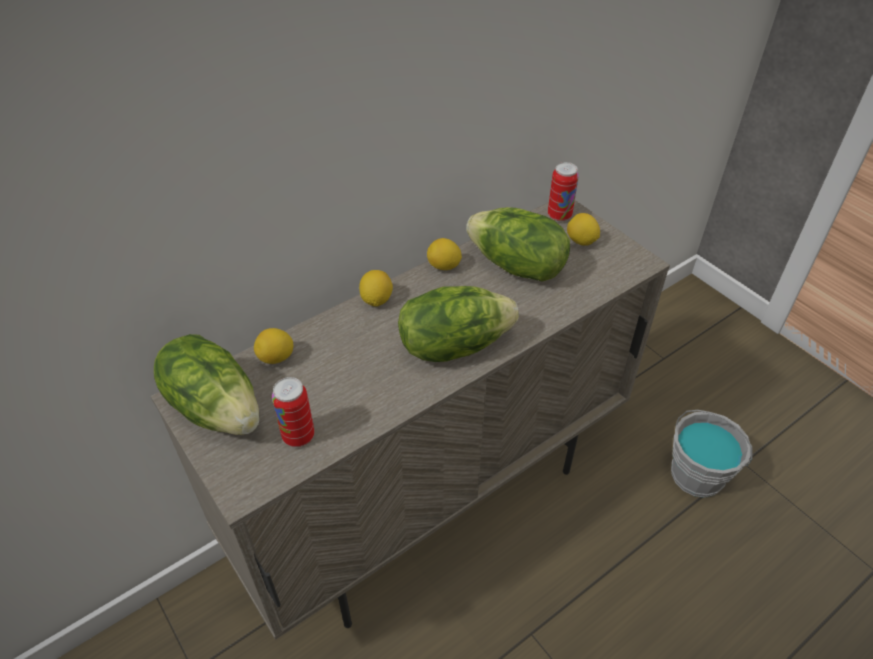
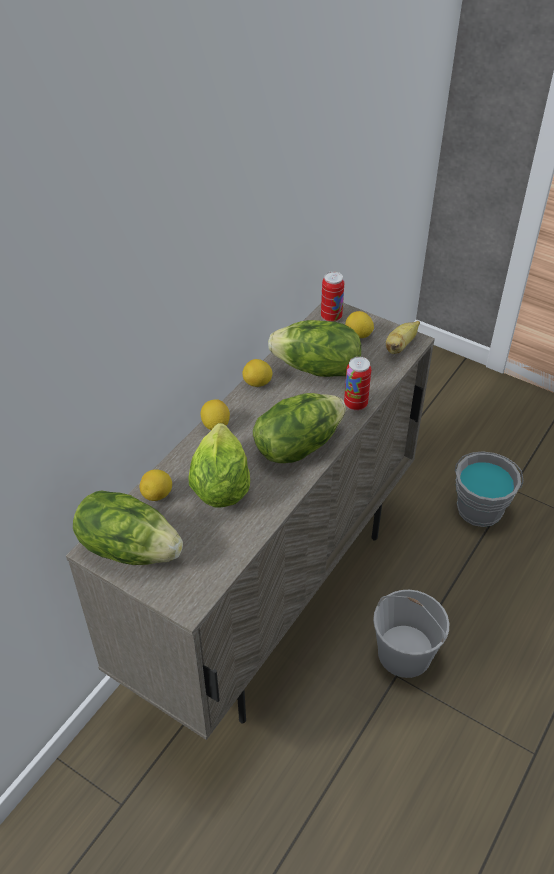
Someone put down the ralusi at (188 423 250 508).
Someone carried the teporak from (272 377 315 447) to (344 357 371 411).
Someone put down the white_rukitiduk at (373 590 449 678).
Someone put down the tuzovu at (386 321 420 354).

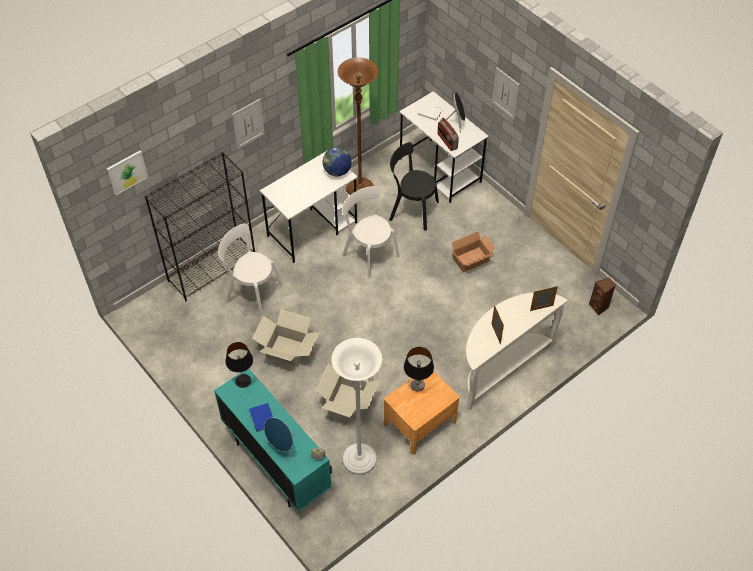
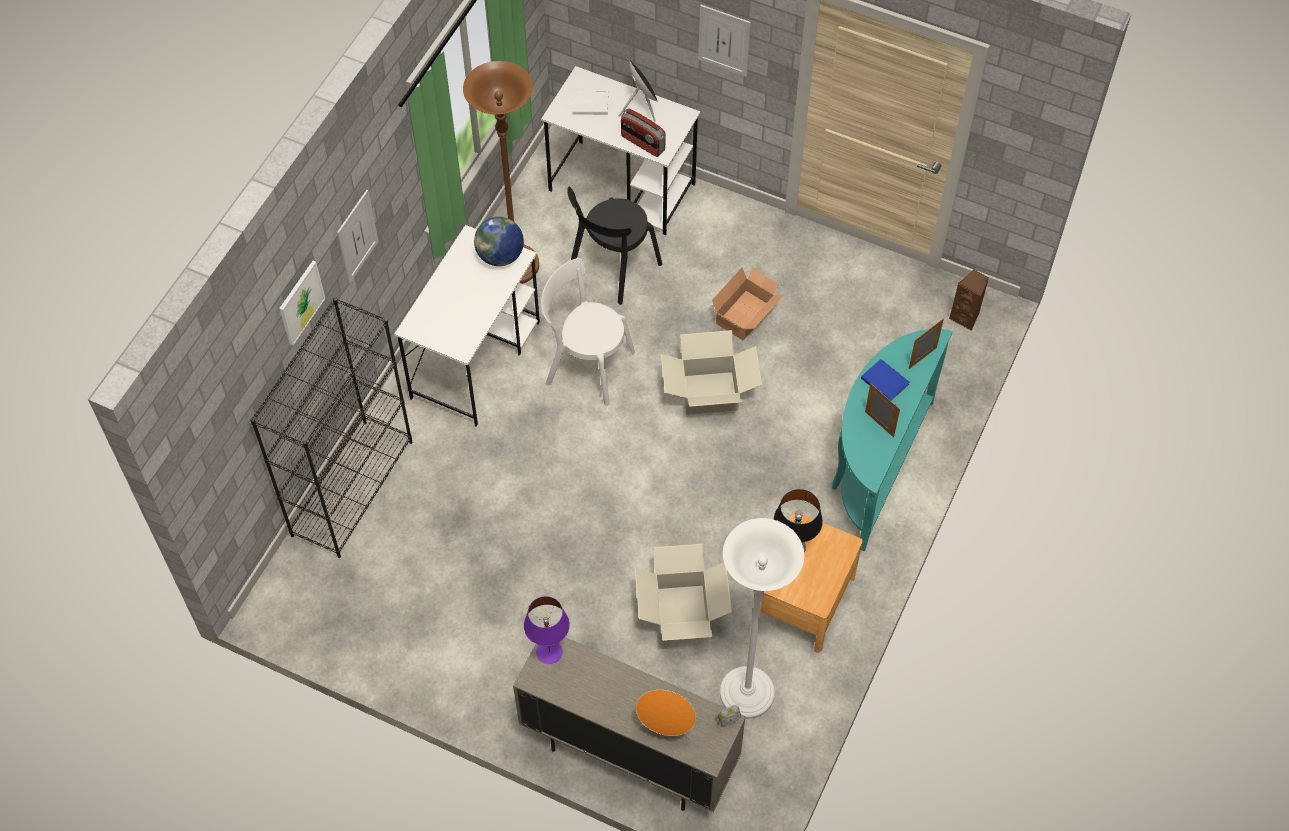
Someone carried the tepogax from (107 151 148 195) to (279 261 326 345).
Someone repainted the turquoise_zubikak at (214 369 332 512), which became the beige_zubikak at (513 637 746 812).
Someone repainted the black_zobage at (225 342 253 388), which became the purple_zobage at (524 596 570 664).
Someone rotated the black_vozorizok at (389 142 439 231) by 45 degrees counterclockwise.
Someone repainted the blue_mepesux at (264 417 295 460), which became the orange_mepesux at (636 690 696 741).
Someone carried the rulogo from (252 309 319 367) to (661 330 762 415).
Someone repainted the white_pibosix at (466 292 568 411), which became the turquoise_pibosix at (832 329 953 551).
Someone carried the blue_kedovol from (249 403 273 432) to (861 359 909 401).
Someone took away the white_vozorizok at (218 224 283 316).

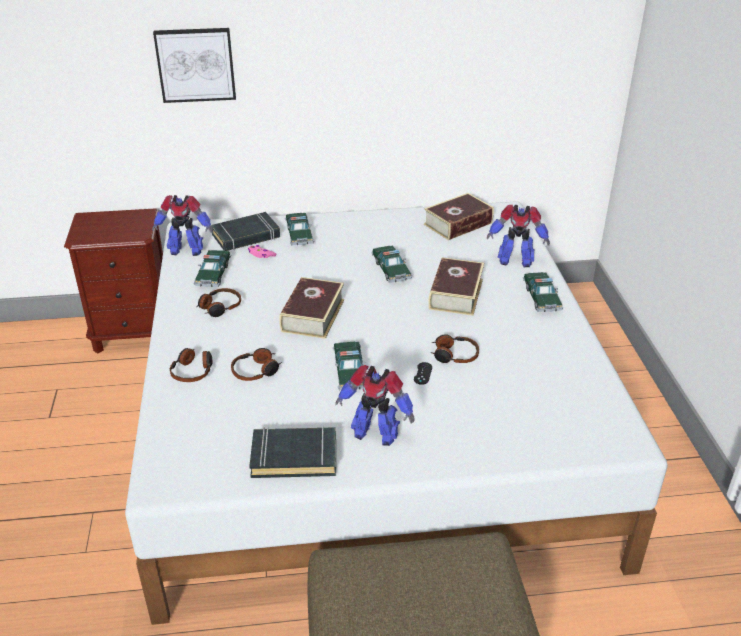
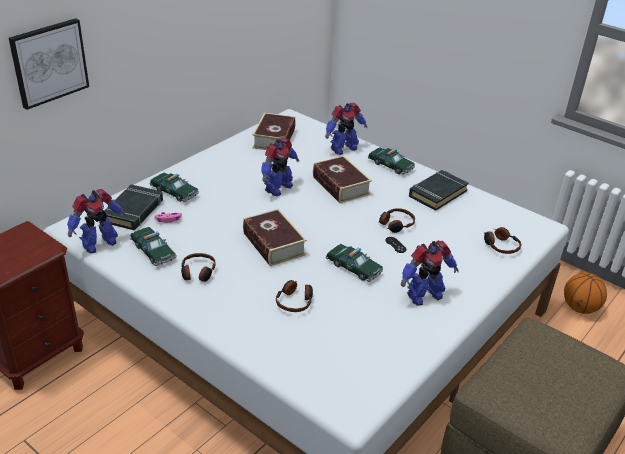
Someone swapped the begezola at (372 246 412 283) for the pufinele at (261 138 299 196).
Someone carried the black_kedovol from (249 426 336 478) to (409 170 469 211).
Someone carried the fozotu from (170 348 212 382) to (484 227 521 254).
Someone put down the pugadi at (564 273 607 314).

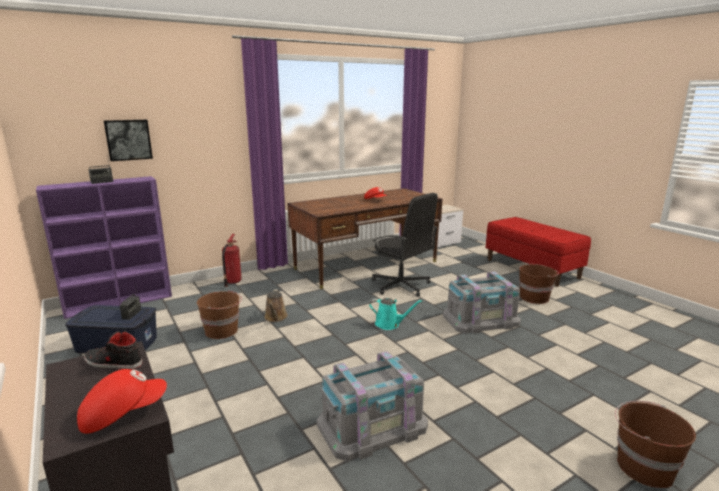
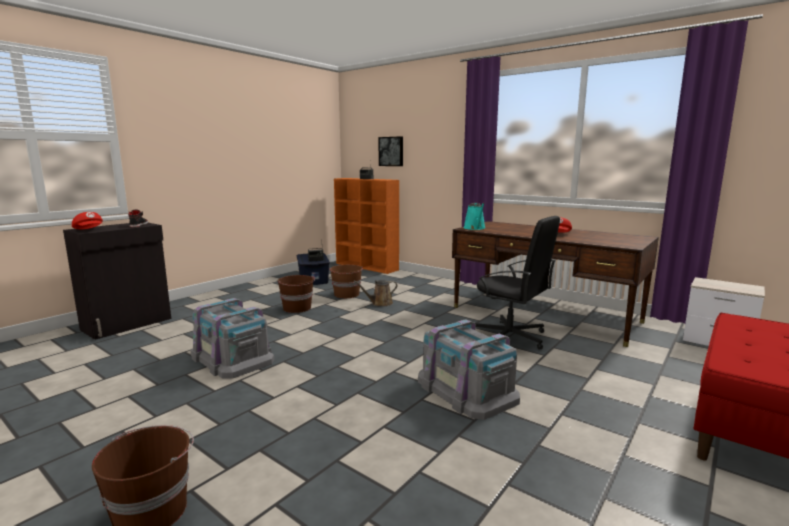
Someone carried the brown_rukitiduk from (519 263 559 304) to (278 275 315 313).
Someone repainted the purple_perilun at (36 176 172 319), which became the orange_perilun at (334 178 399 274).
Someone carried the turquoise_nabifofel from (369 298 423 330) to (464 203 486 230).
Someone rotated the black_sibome at (372 193 438 296) by 75 degrees counterclockwise.
Someone took away the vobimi at (222 234 242 287).

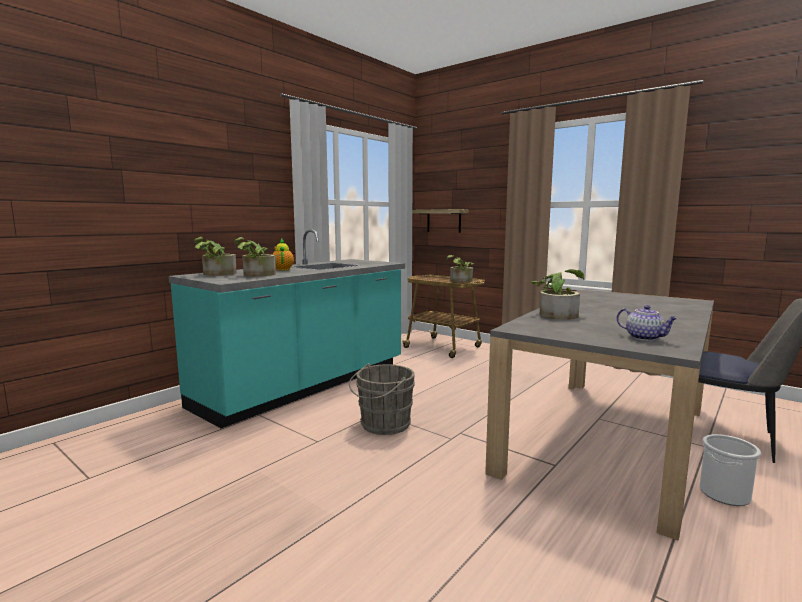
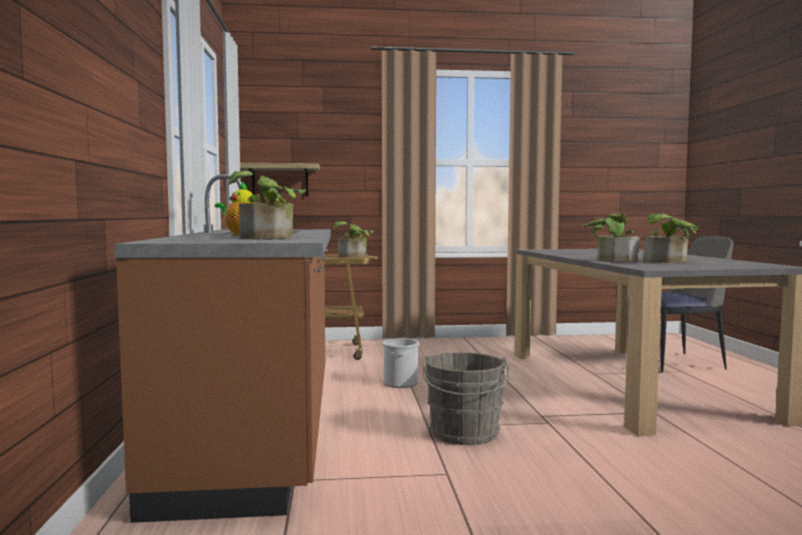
Someone repainted the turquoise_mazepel at (168 229 405 428), which became the brown_mazepel at (114 174 331 523).
Someone carried the rukitiduk from (699 434 761 506) to (382 338 420 388).
Someone carried the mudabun from (193 237 236 276) to (643 214 699 263).
Someone took away the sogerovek at (617 305 678 341).

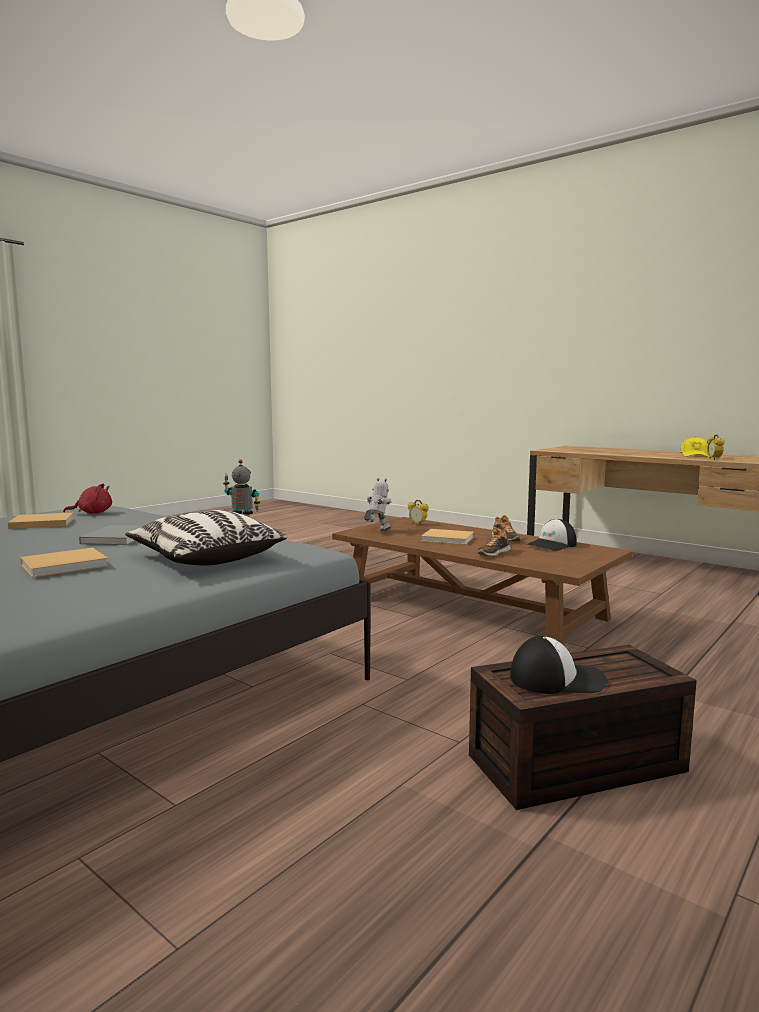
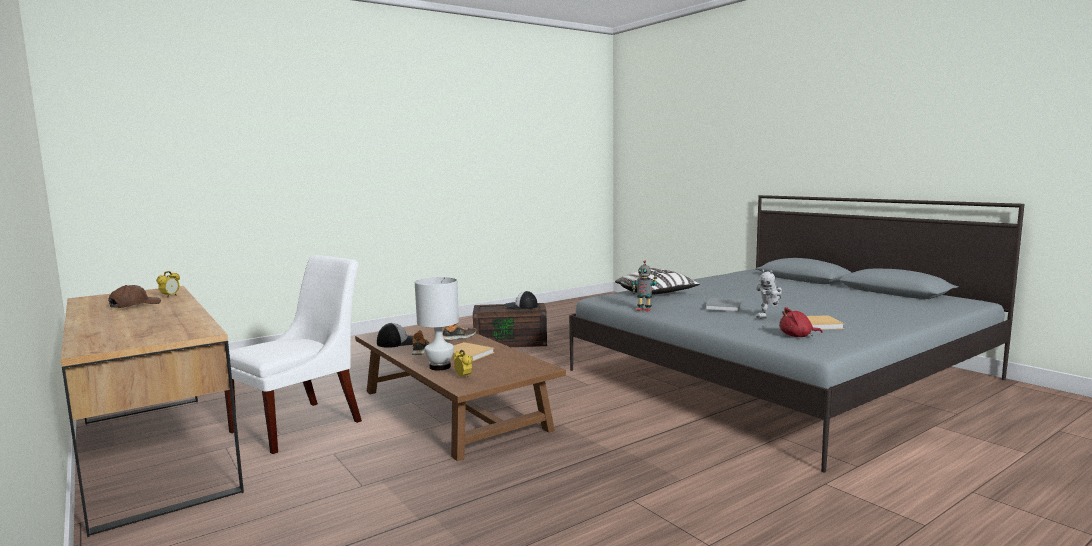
Someone repainted the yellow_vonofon at (680 437 709 457), which became the brown_vonofon at (108 285 161 308).
Someone put down the white_vozorizok at (224 255 362 454).
Someone put down the white_zobage at (415 277 459 370).
Someone carried the pufinele from (364 478 392 531) to (756 269 782 318).
Someone took away the beige_kedovol at (20 548 109 578).

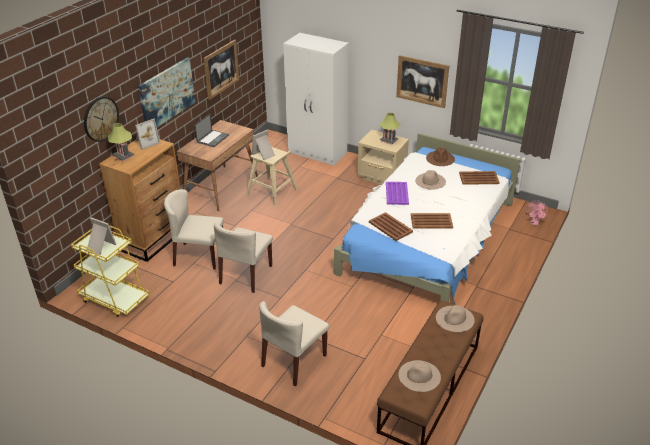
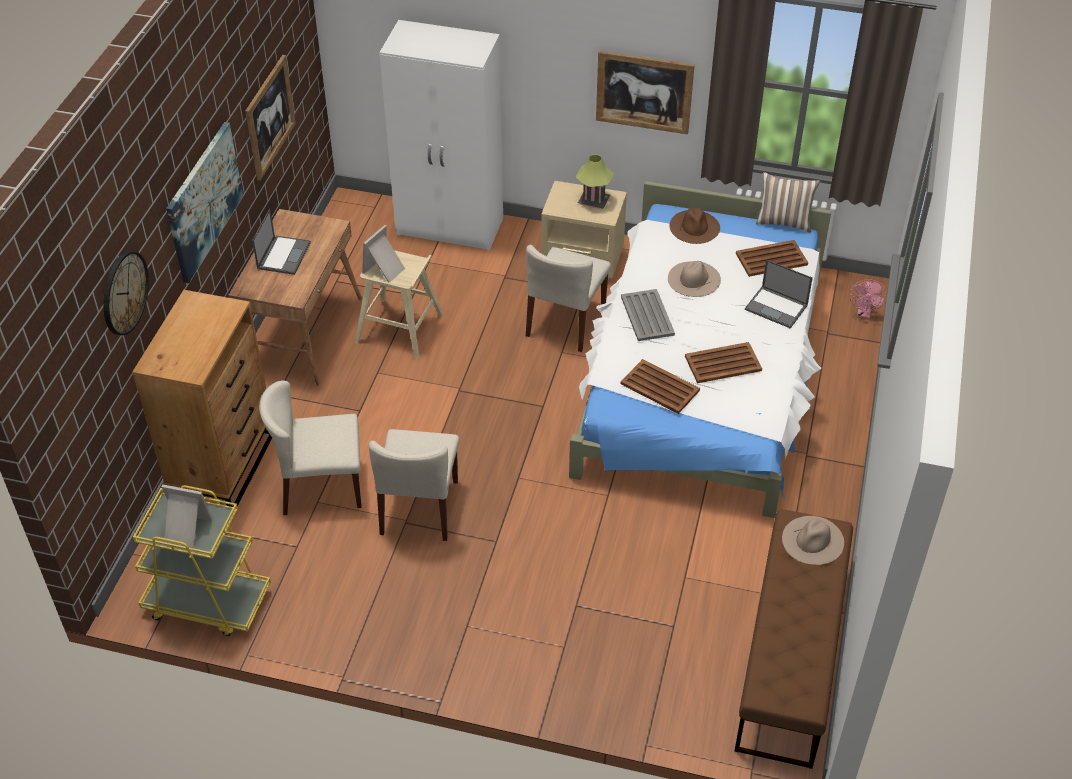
Someone carried the beige_vozorizok from (259 301 329 386) to (526 245 611 352).
Someone repainted the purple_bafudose at (386 182 409 205), which became the grey_bafudose at (621 289 675 341).
Someone put down the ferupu at (745 259 813 329).
Someone put down the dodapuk at (756 172 820 232).
Someone took away the zobage at (108 123 135 161).
Someone took away the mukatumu at (135 119 160 150).
Someone took away the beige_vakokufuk at (398 360 441 392).

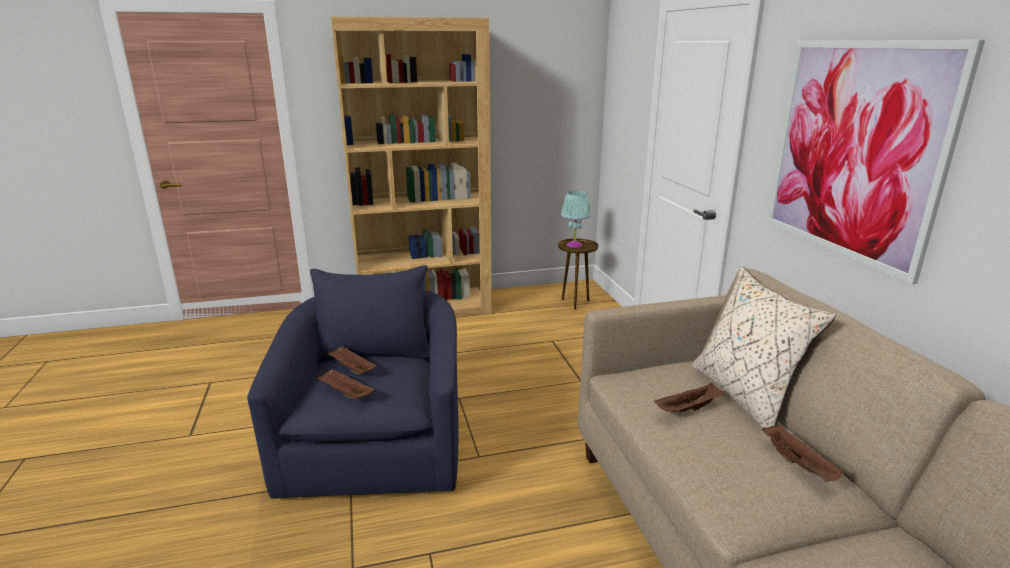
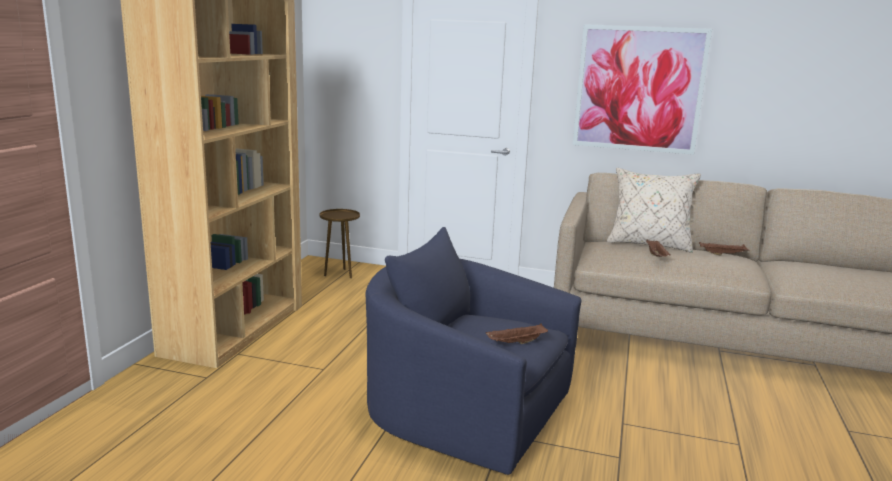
Someone took away the brown_bafudose at (328 346 377 374).
Someone took away the turquoise_zobage at (561 191 591 248).

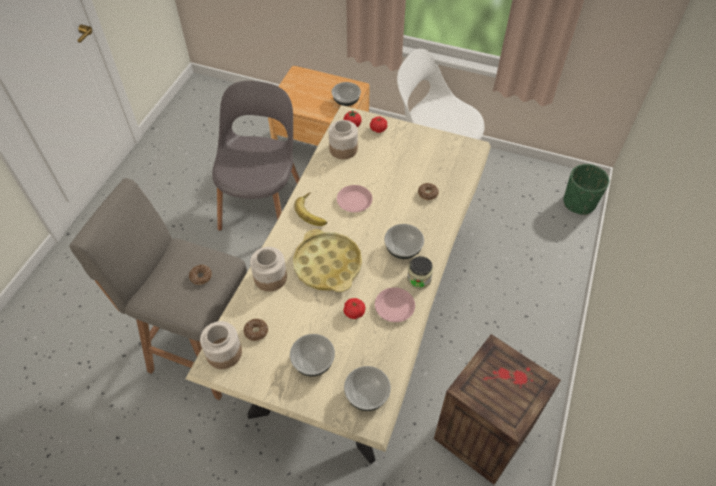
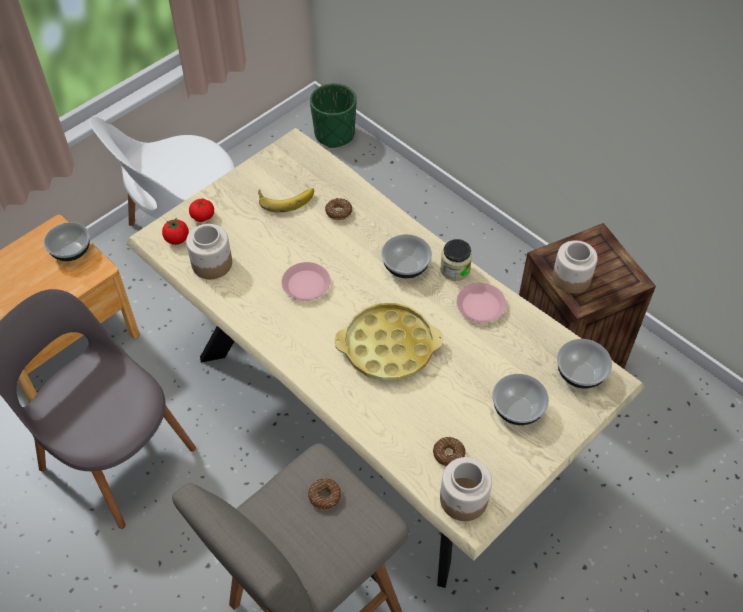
Someone carried the tuzovu from (294 192 327 226) to (258 188 314 212).
Someone carried the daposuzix from (250 247 287 292) to (552 240 598 293).
Someone took away the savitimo at (343 298 365 319).

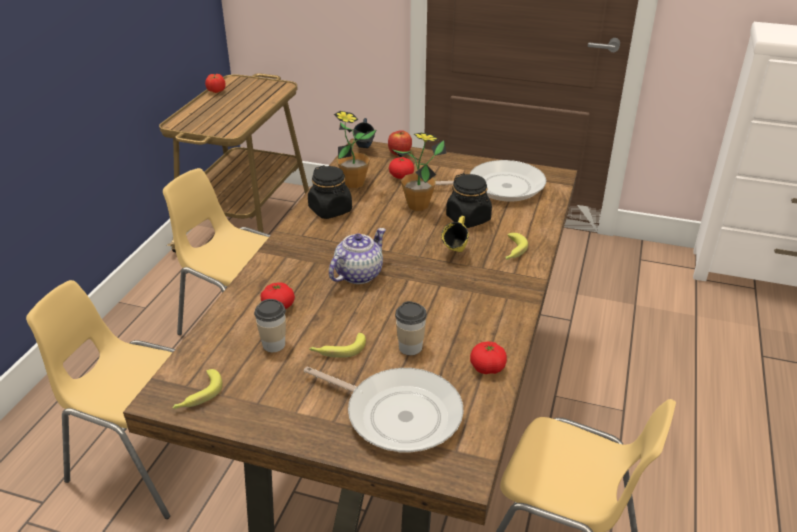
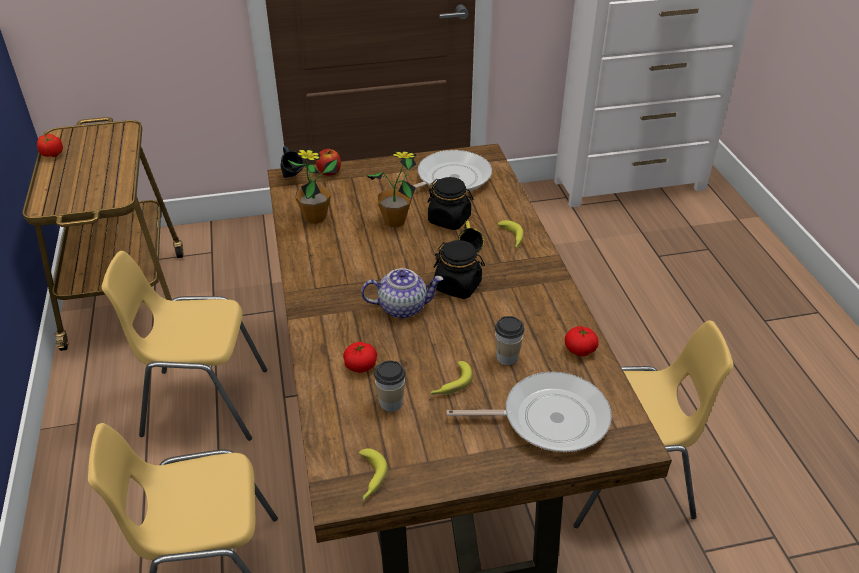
Someone rotated the sogerovek at (329 228 386 284) by 75 degrees clockwise.
Someone carried the black_daposuzix from (308 165 352 219) to (434 240 485 299).
Someone took away the savitimo at (389 157 414 179).

